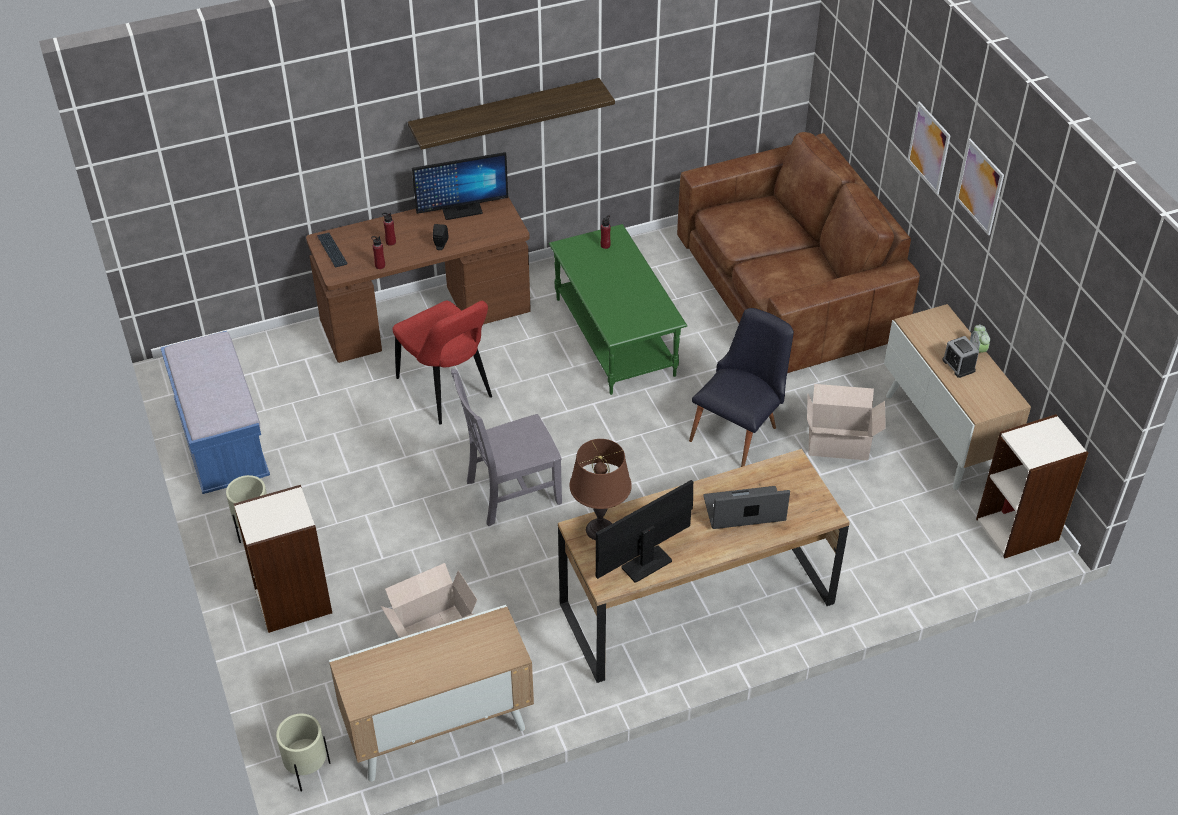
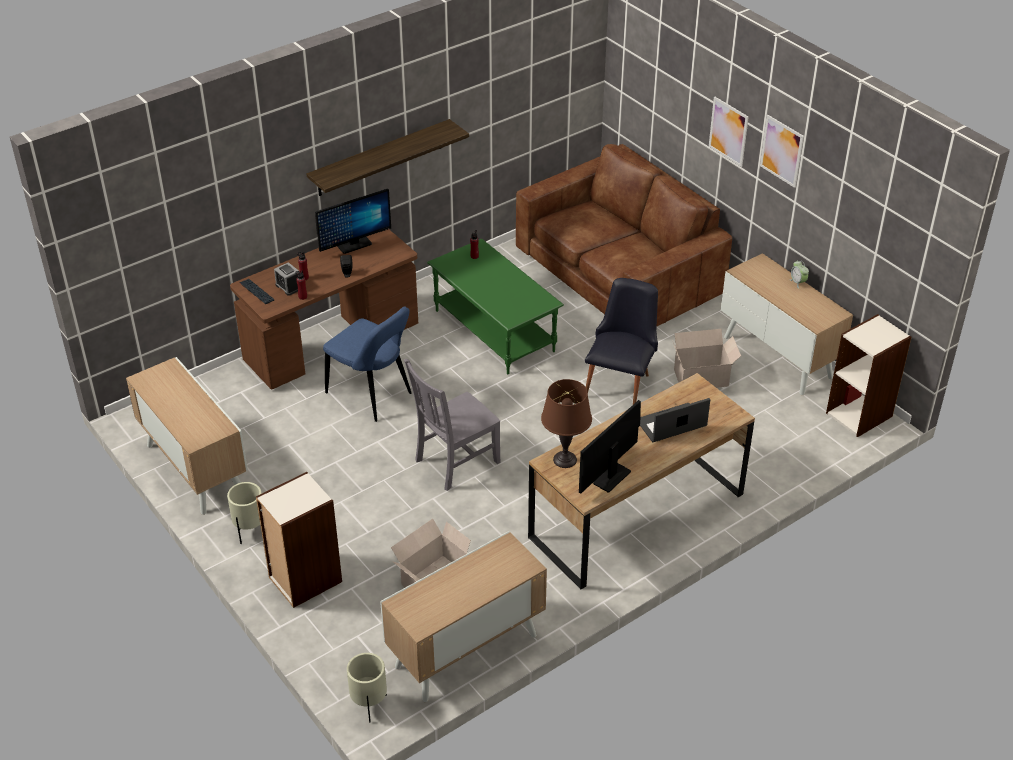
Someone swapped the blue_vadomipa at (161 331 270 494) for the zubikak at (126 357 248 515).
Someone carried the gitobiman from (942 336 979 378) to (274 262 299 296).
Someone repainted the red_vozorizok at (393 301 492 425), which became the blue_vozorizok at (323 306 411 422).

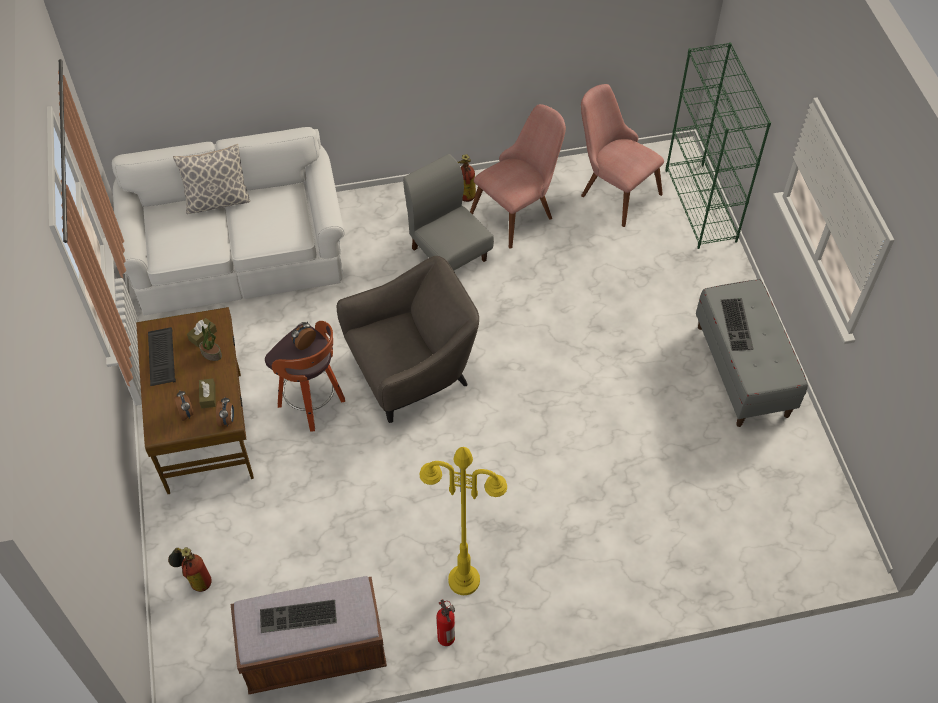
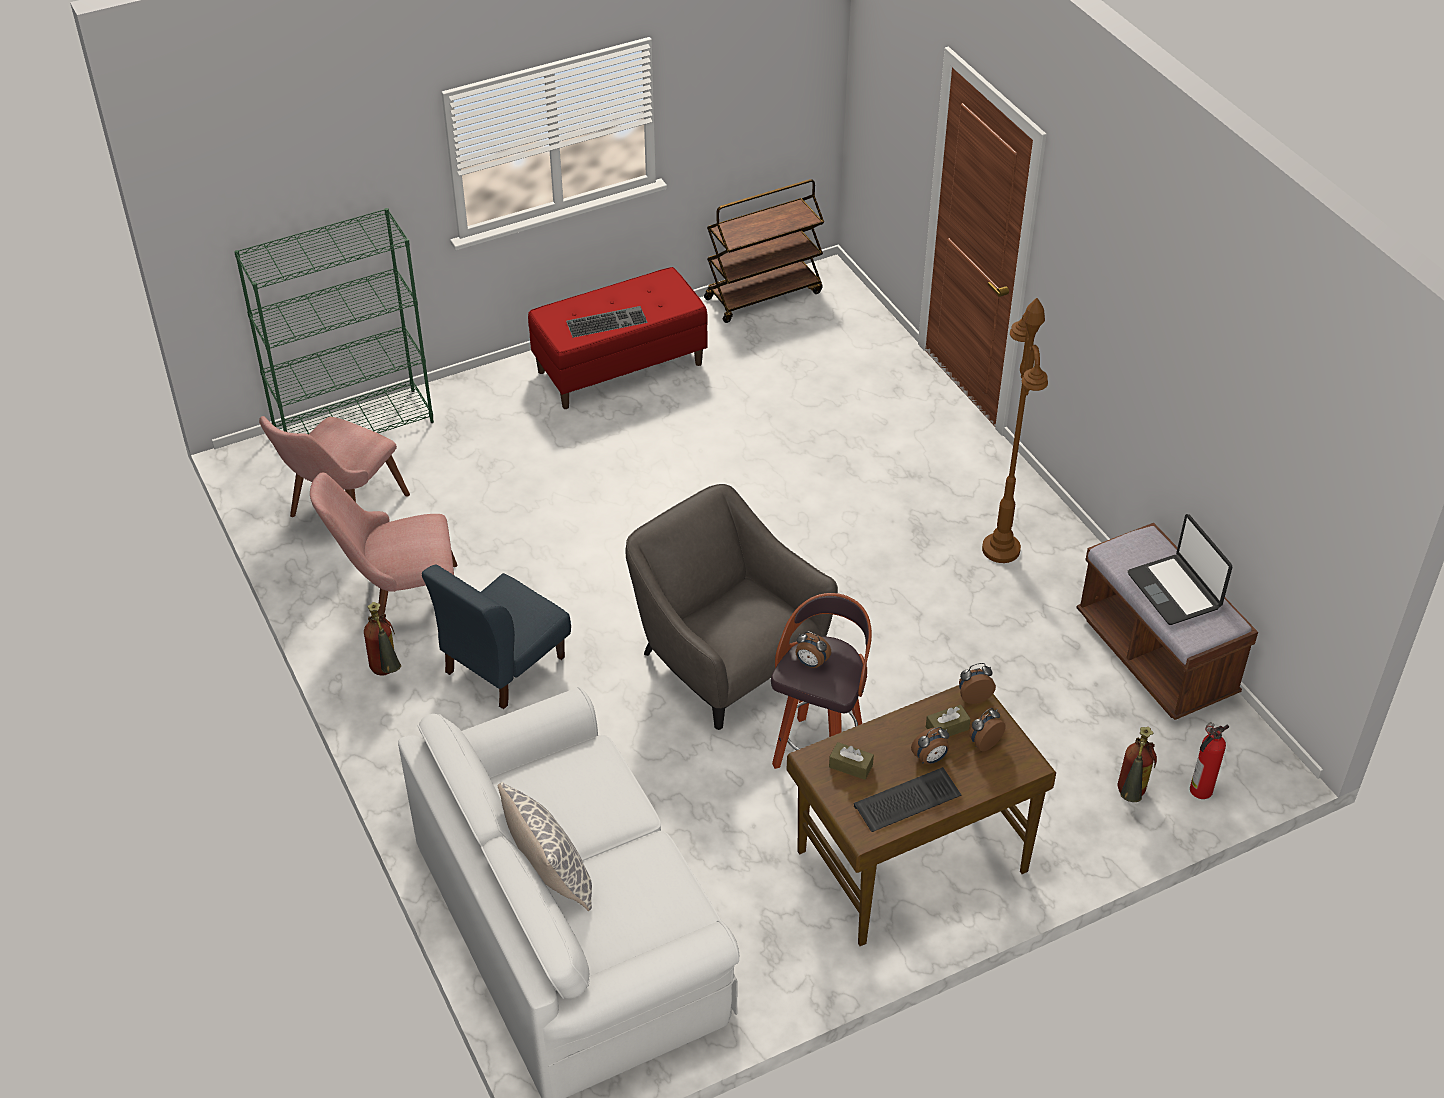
Someone rotated the pink_vozorizok at (470 104 566 249) by 45 degrees counterclockwise.
Someone repainted the grey_vozorizok at (403 154 494 271), which became the blue_vozorizok at (422 564 571 709).
Someone repainted the grey_vadomipa at (696 279 808 427), which became the red_vadomipa at (528 267 708 409).
Someone put down the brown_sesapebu at (704 179 824 323).
Someone put down the gitobiman at (911 727 949 764).
Someone repainted the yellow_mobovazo at (420 447 507 595), which became the brown_mobovazo at (982 298 1048 563).
Someone swapped the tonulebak at (260 600 337 633) for the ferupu at (1128 514 1232 625).
Someone carried the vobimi from (437 599 455 646) to (1190 722 1229 799).
Someone took away the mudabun at (199 322 222 361).

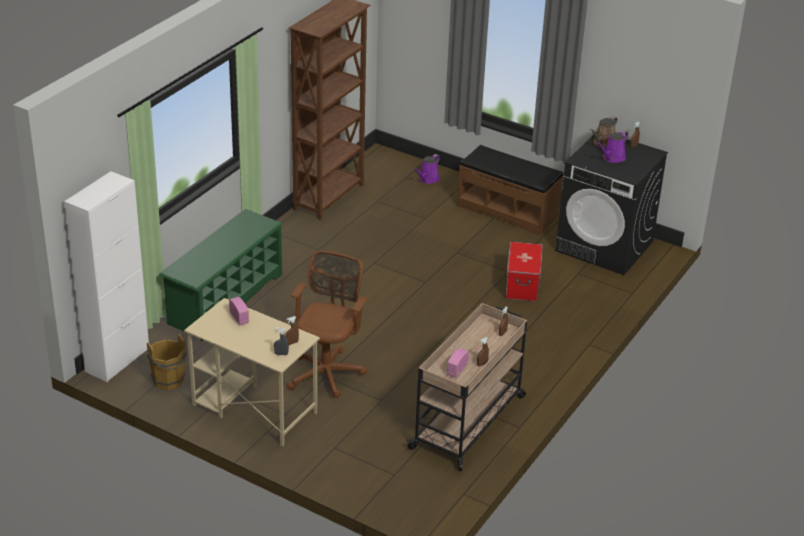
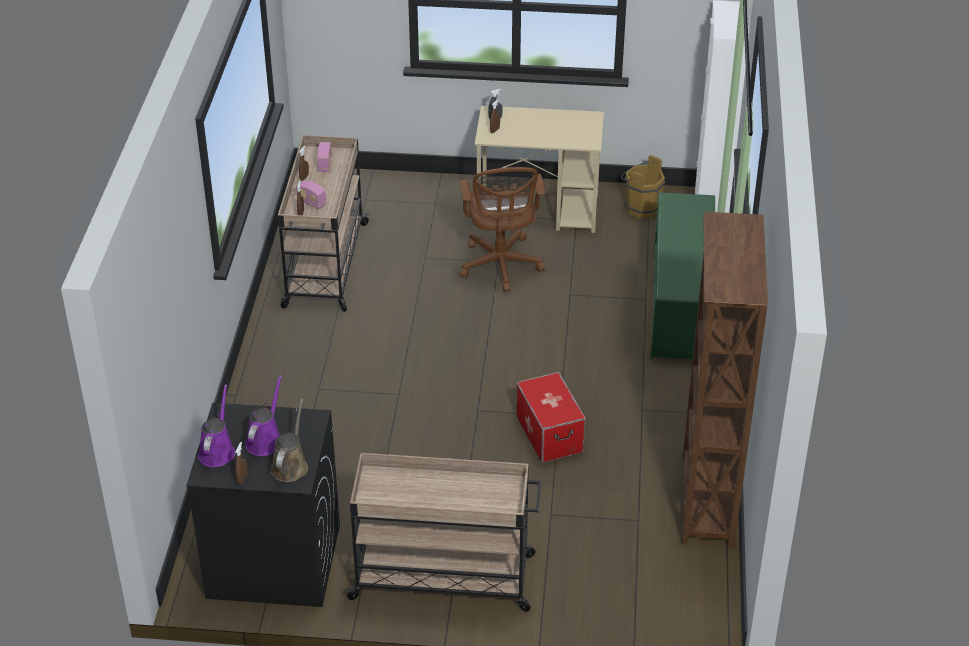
Someone carried the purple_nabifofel from (413 154 440 184) to (198 384 235 467).
Someone carried the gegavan from (229 297 249 325) to (296 180 326 209).
Someone swapped the brown_vadomipa at (457 145 564 235) for the beige_sesapebu at (345 453 541 612).
Someone carried the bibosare from (505 241 543 302) to (516 372 586 463).

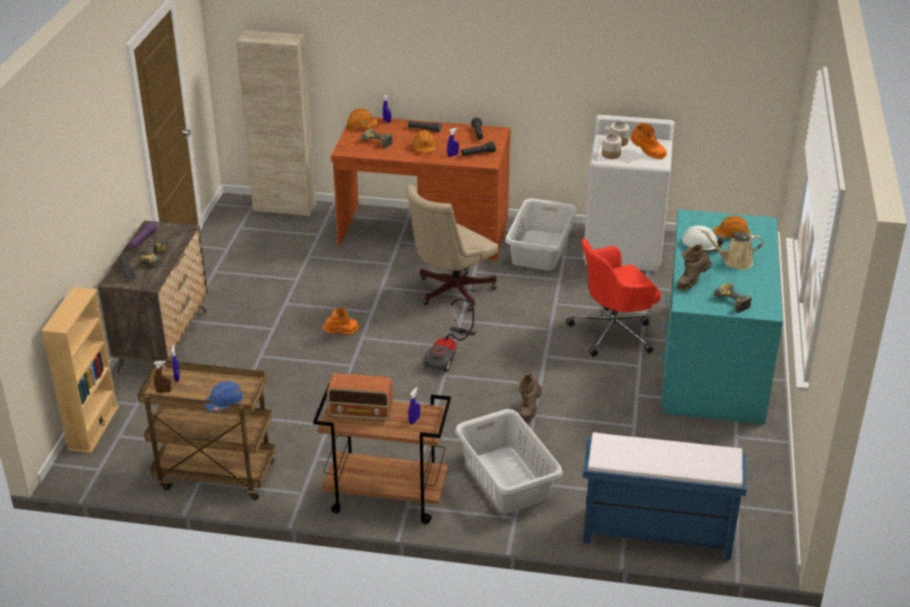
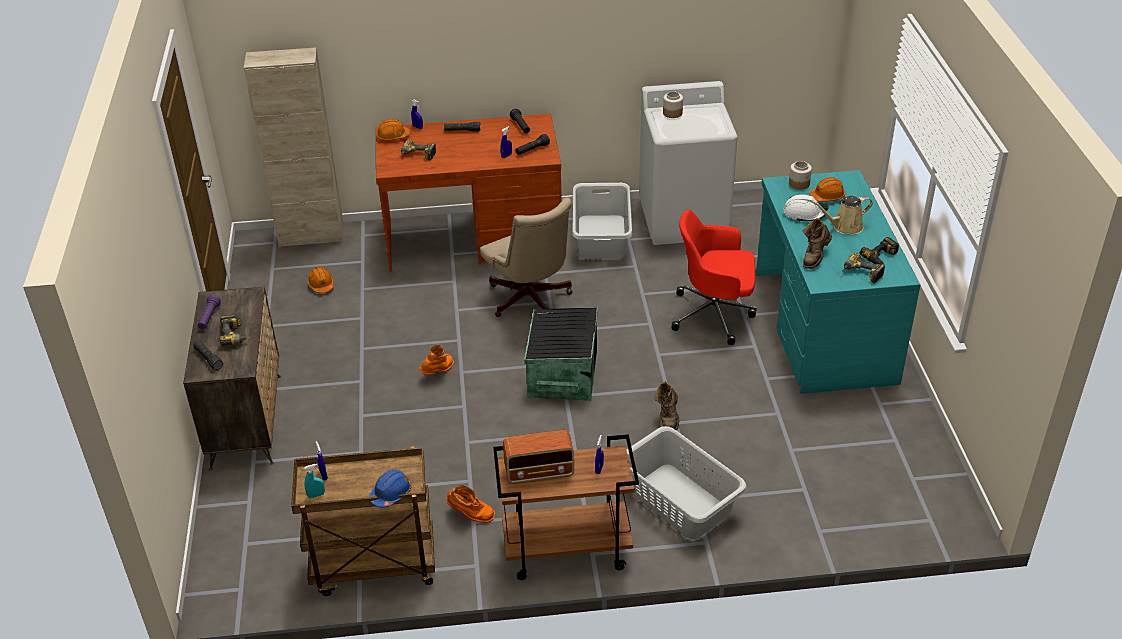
Someone repainted the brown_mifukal at (153 361 171 393), which became the turquoise_mifukal at (304 464 325 498).
Someone carried the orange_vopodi from (413 130 437 153) to (307 267 334 293).
Someone carried the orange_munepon from (631 123 667 159) to (446 485 495 523).
Someone rotated the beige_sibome at (406 185 499 311) by 60 degrees counterclockwise.
Someone swapped the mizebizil at (423 298 476 373) for the black_bibosare at (524 308 598 401).
Someone rotated the red_sibome at (566 238 661 357) by 45 degrees clockwise.
Someone carried the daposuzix from (602 134 622 159) to (789 161 812 190).
Someone put down the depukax at (860 237 899 265).
Someone took away the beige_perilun at (41 287 119 453).
Someone took away the blue_vadomipa at (583 432 747 560).

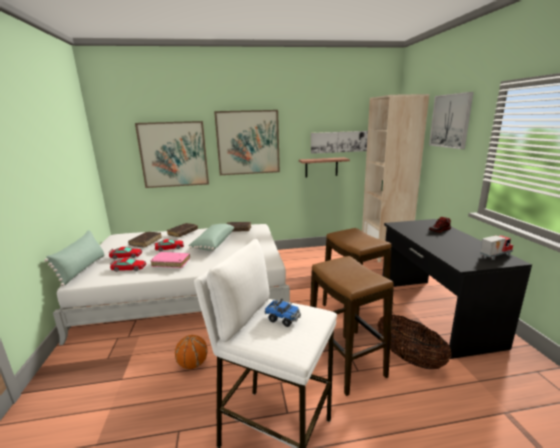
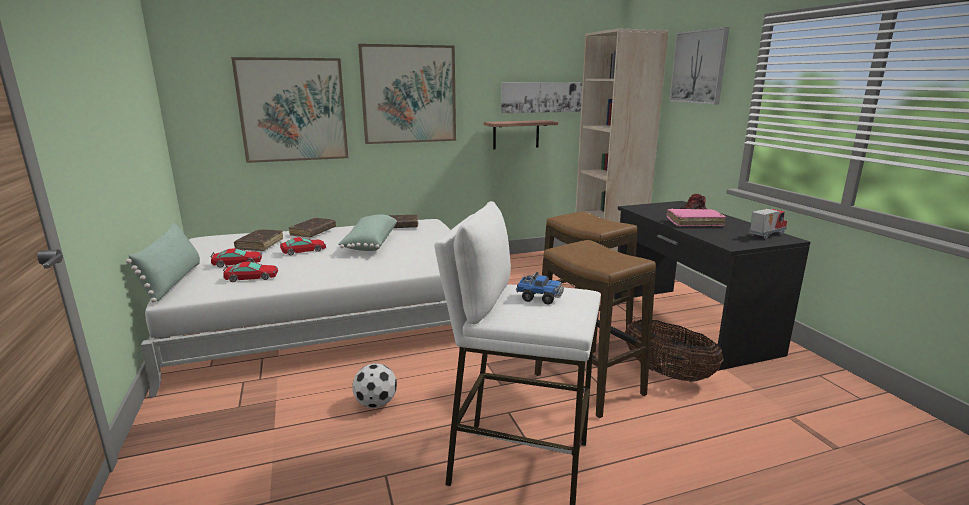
Someone swapped the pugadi at (175 335 208 369) for the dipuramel at (352 363 397 408).
Someone carried the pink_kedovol from (151 252 190 268) to (667 209 726 227).

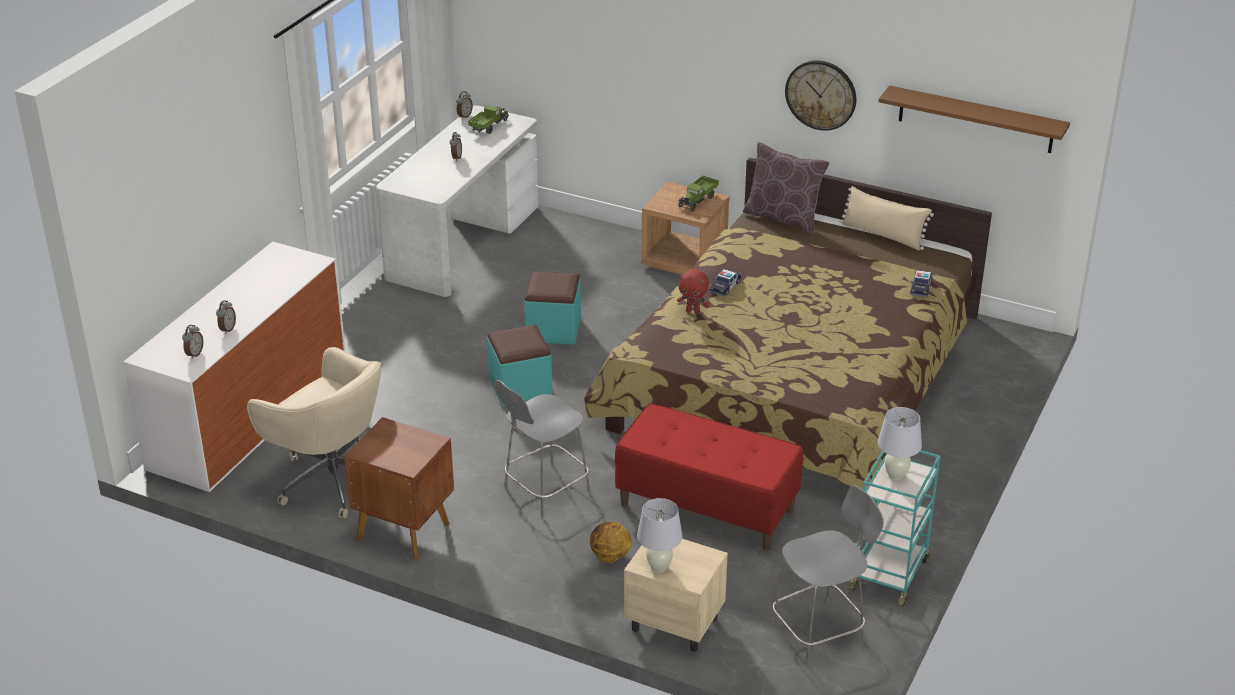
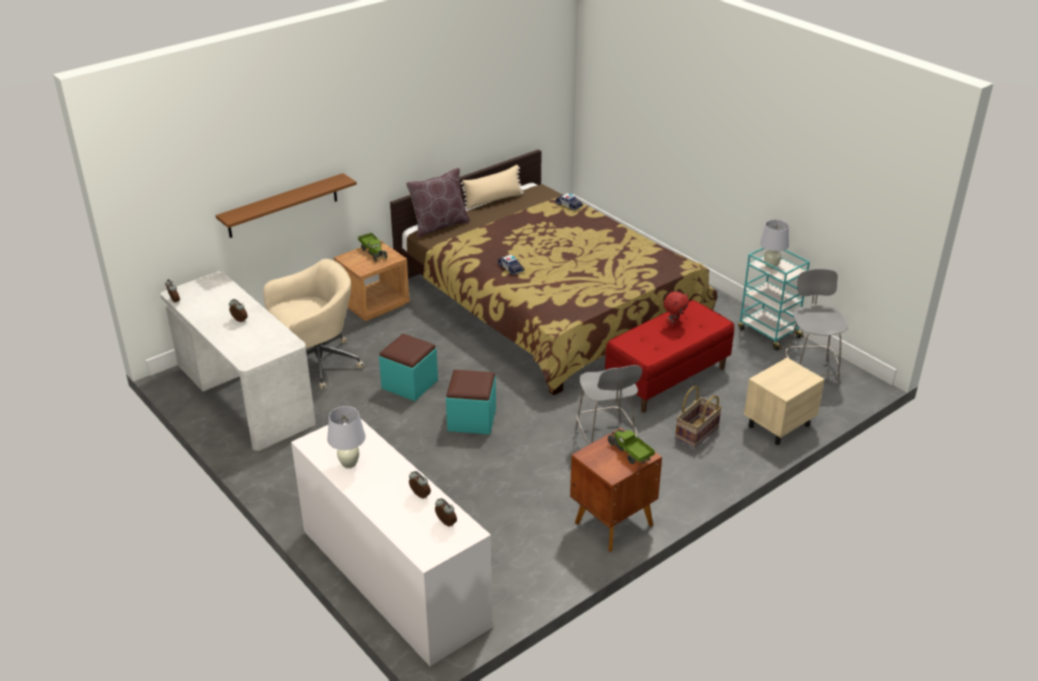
Someone carried the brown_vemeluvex from (879 85 1070 153) to (215 173 357 238).
Someone carried the beige_sibome from (247 347 381 518) to (263 259 364 389).
Someone carried the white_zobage from (637 498 683 573) to (327 406 366 469).
Someone carried the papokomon from (468 106 509 134) to (608 429 655 465).
Someone carried the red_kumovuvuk from (677 269 709 314) to (663 291 689 327).
Someone swapped the pugadi at (590 522 632 563) for the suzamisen at (675 386 722 448).
Someone took away the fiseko at (785 60 856 131).

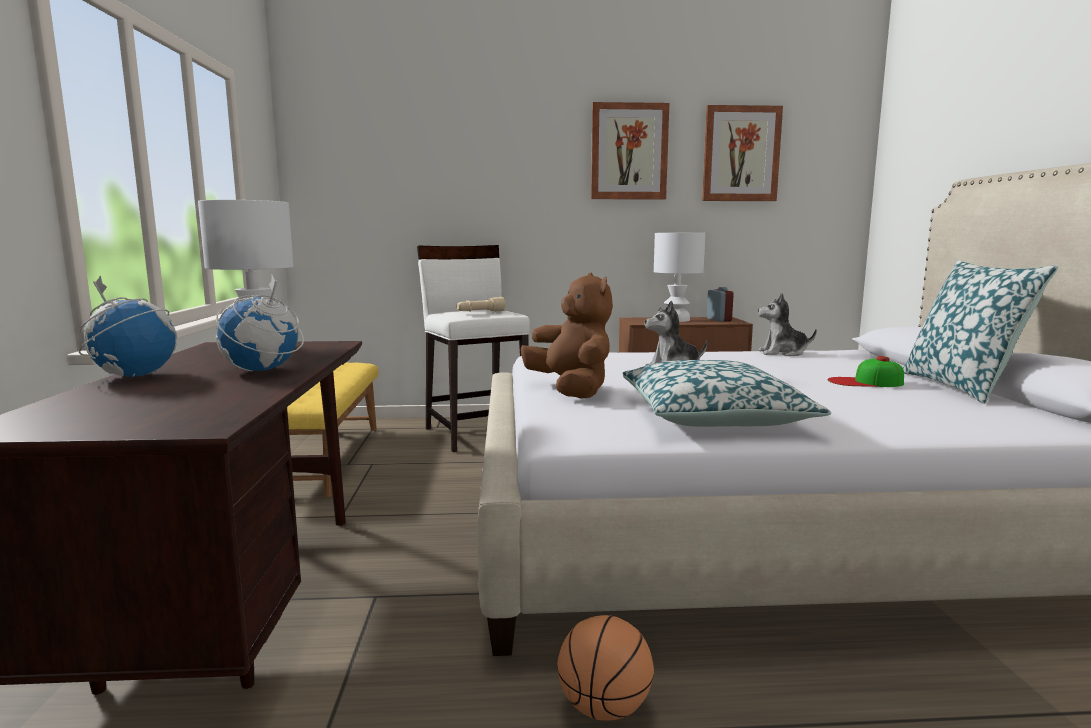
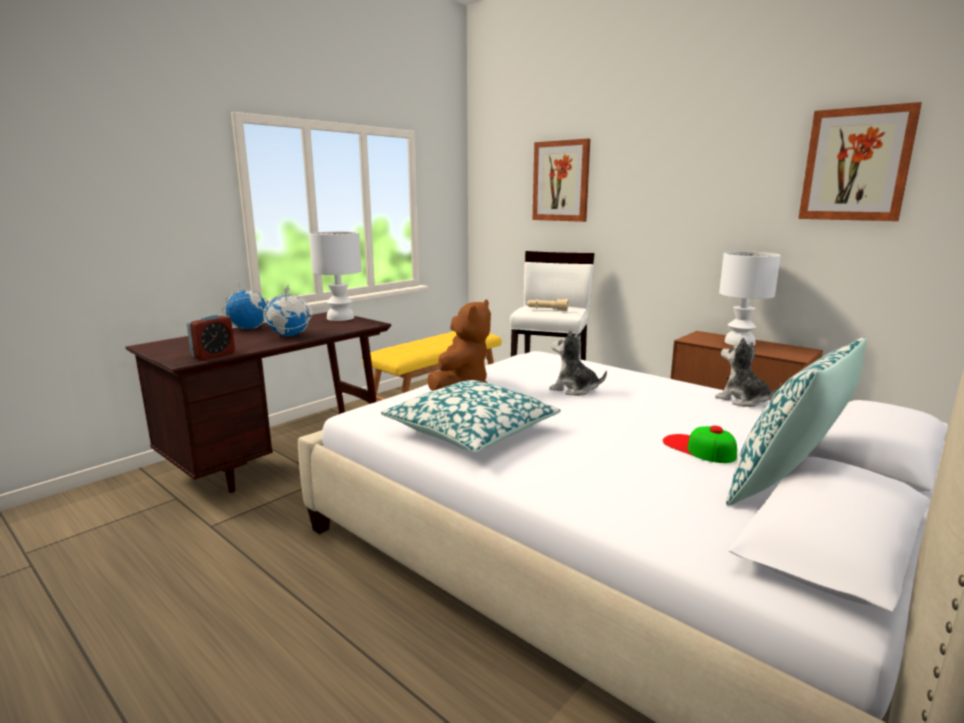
Someone carried the gitobiman from (707 287 734 322) to (187 314 235 360).
Someone carried the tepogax from (591 102 669 200) to (533 139 591 222).
Someone took away the pugadi at (557 615 654 721).

